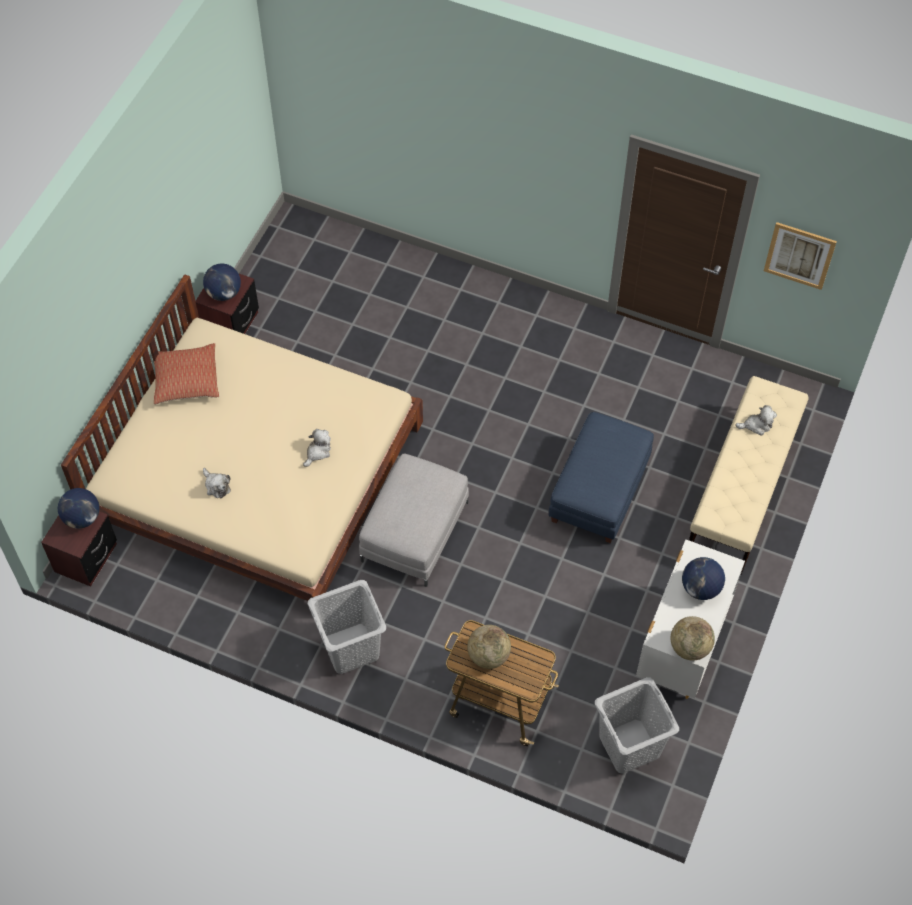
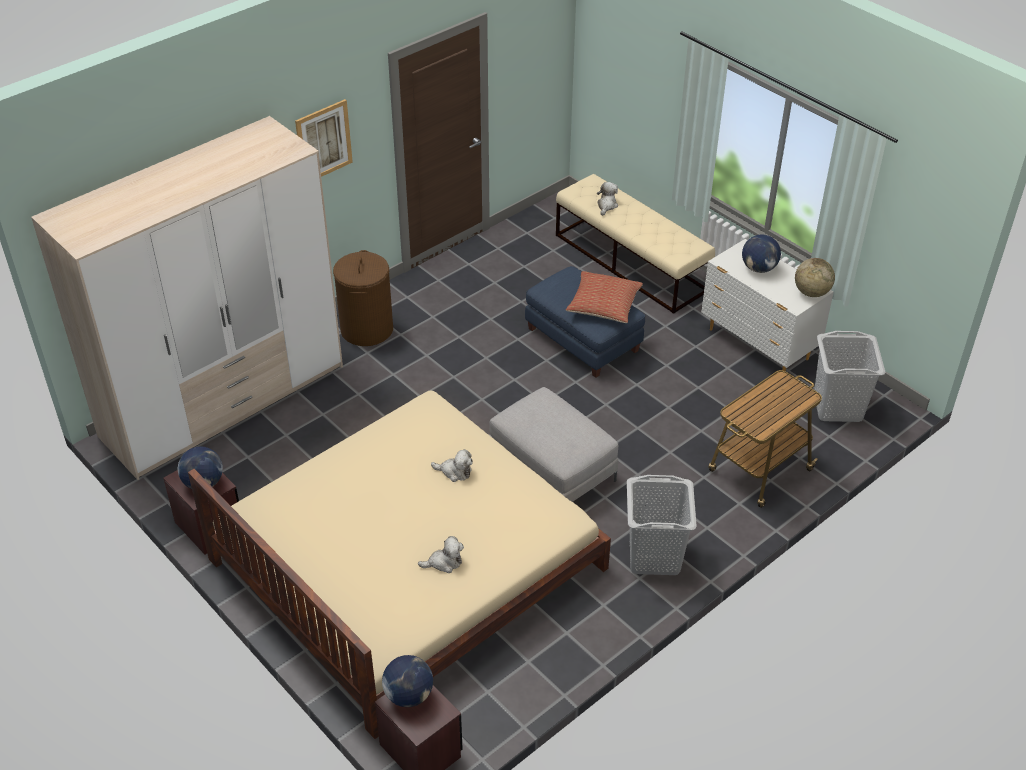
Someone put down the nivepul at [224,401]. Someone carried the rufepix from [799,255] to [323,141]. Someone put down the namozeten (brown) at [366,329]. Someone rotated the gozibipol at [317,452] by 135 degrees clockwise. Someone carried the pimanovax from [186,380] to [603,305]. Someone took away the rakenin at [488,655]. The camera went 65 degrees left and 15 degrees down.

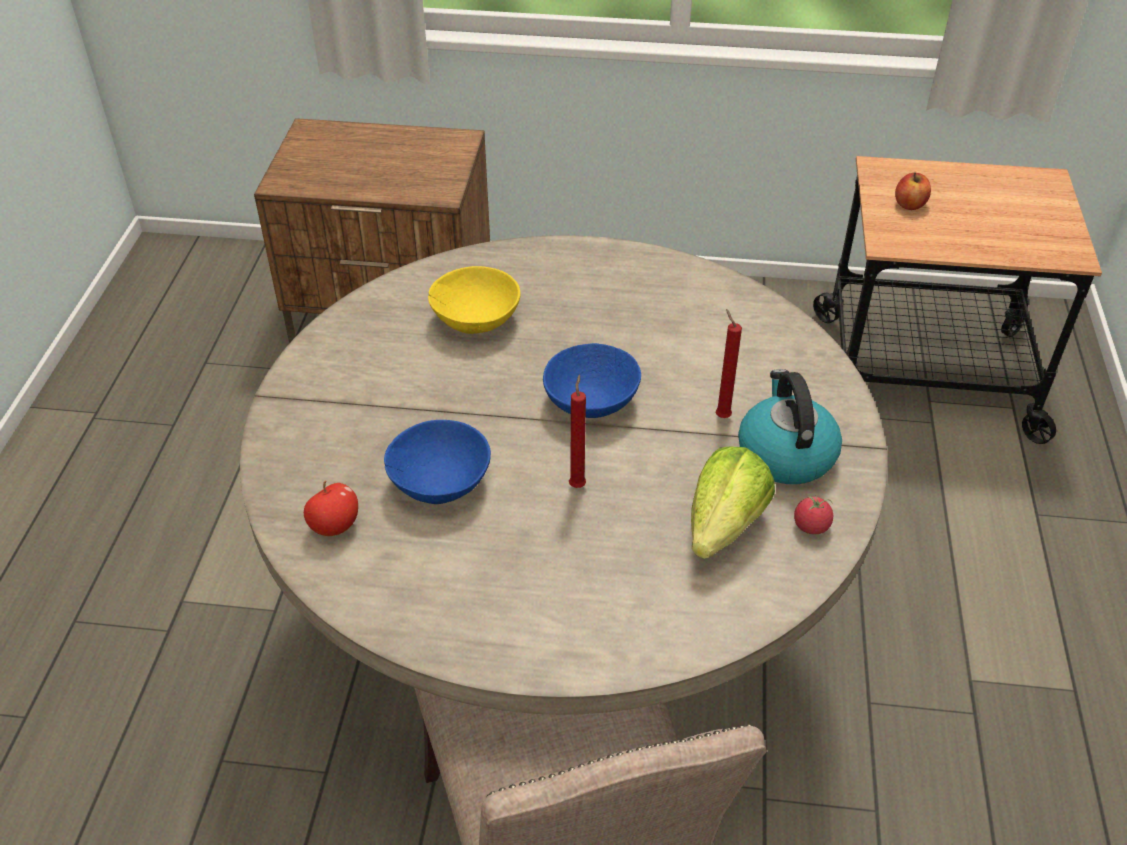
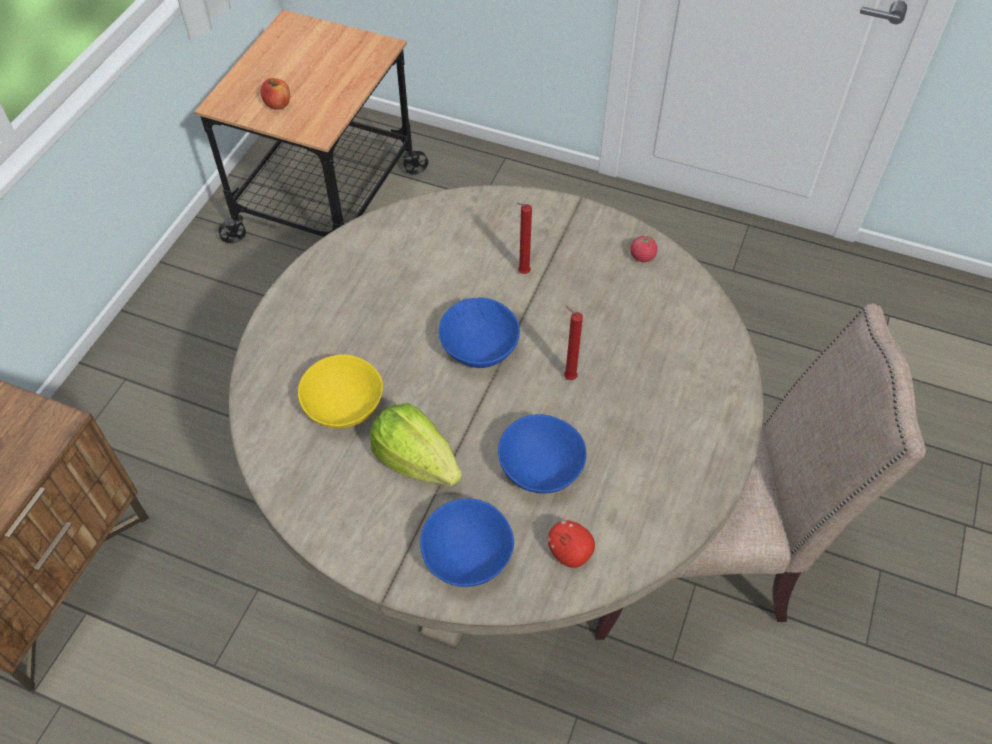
Someone carried the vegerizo from [724,525] to [416,460]. Someone put down the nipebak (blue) at [466,556]. Someone took away the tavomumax at [785,453]. The camera went 75 degrees left and 10 degrees up.

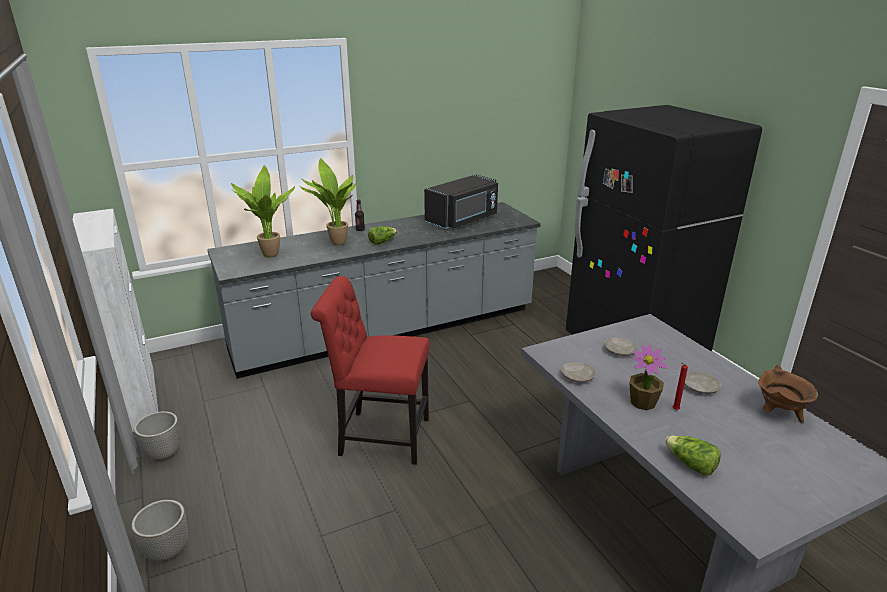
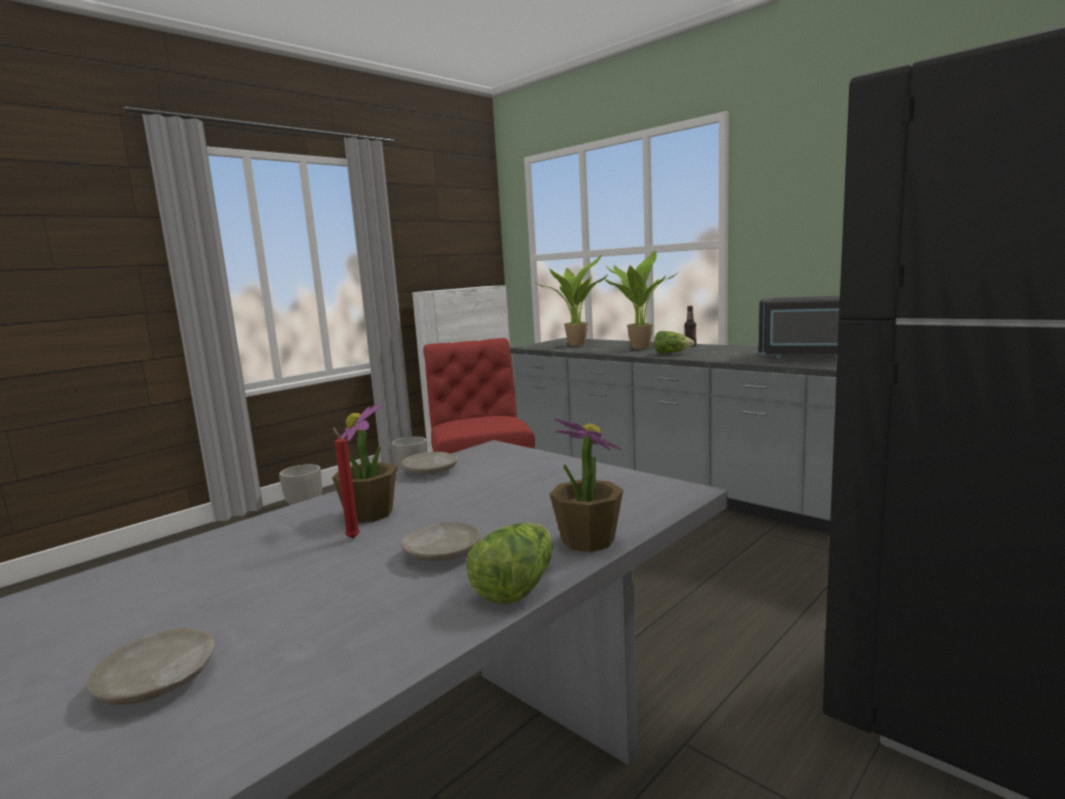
Someone carried the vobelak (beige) from [620,351] to [157,682]. Someone carried the vegerizo from [690,465] to [516,585]. Someone put down the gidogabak at [587,540]. Someone took away the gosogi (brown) at [779,414]. The camera went 70 degrees right and 15 degrees down.

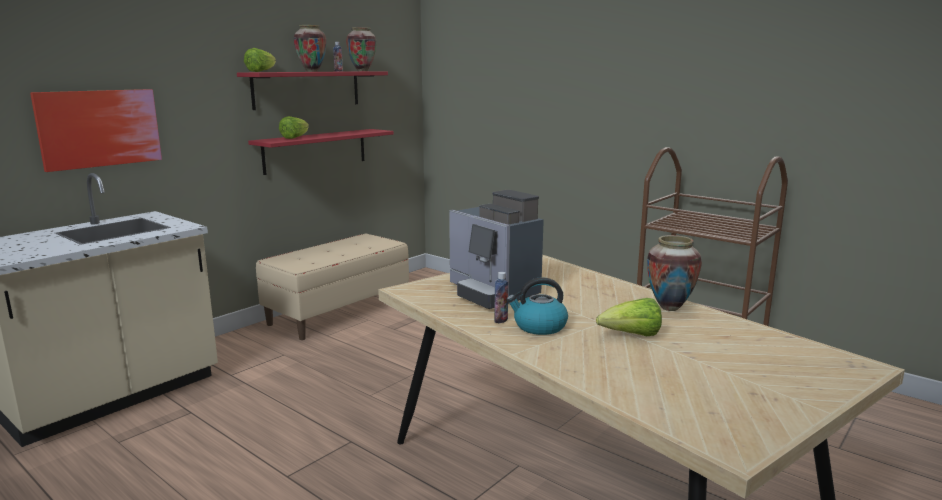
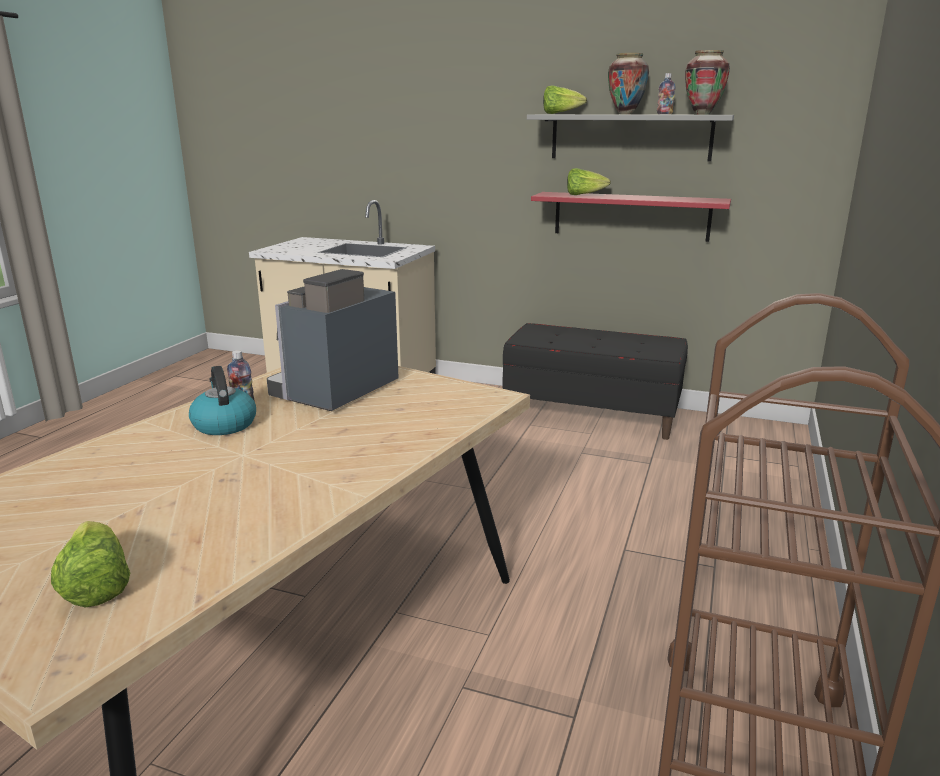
Someone carried the vegerizo from [631,336] to [96,586]. Someone repainted the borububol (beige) at [338,312], which became the borububol (black) at [592,414]. Someone repainted the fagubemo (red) at [307,89], which became the fagubemo (grey) at [630,137]. Someone took away the rufepix at [99,128]. Someone took away the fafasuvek at [669,308]. The camera went 70 degrees right and 5 degrees up.

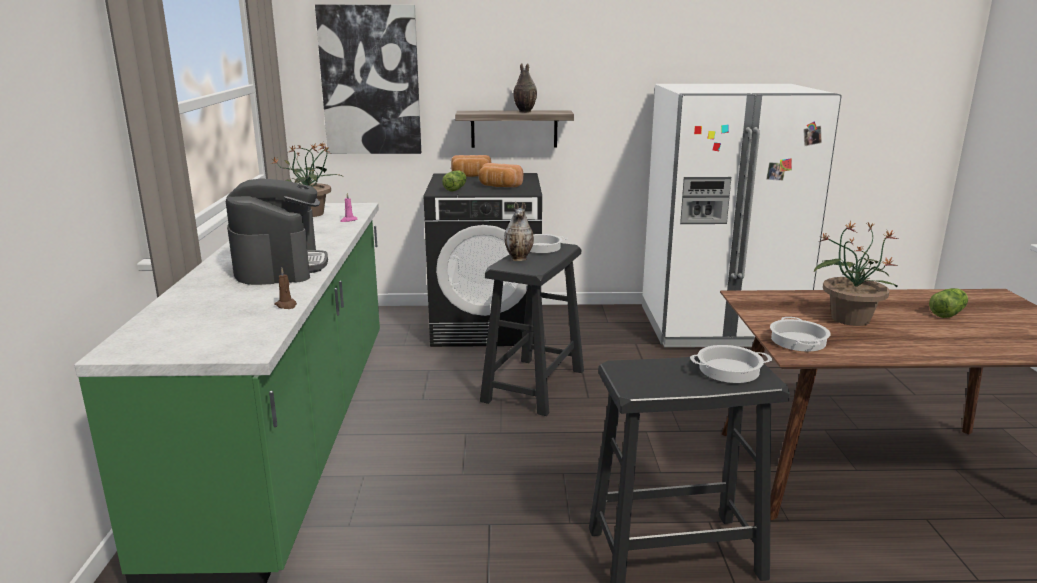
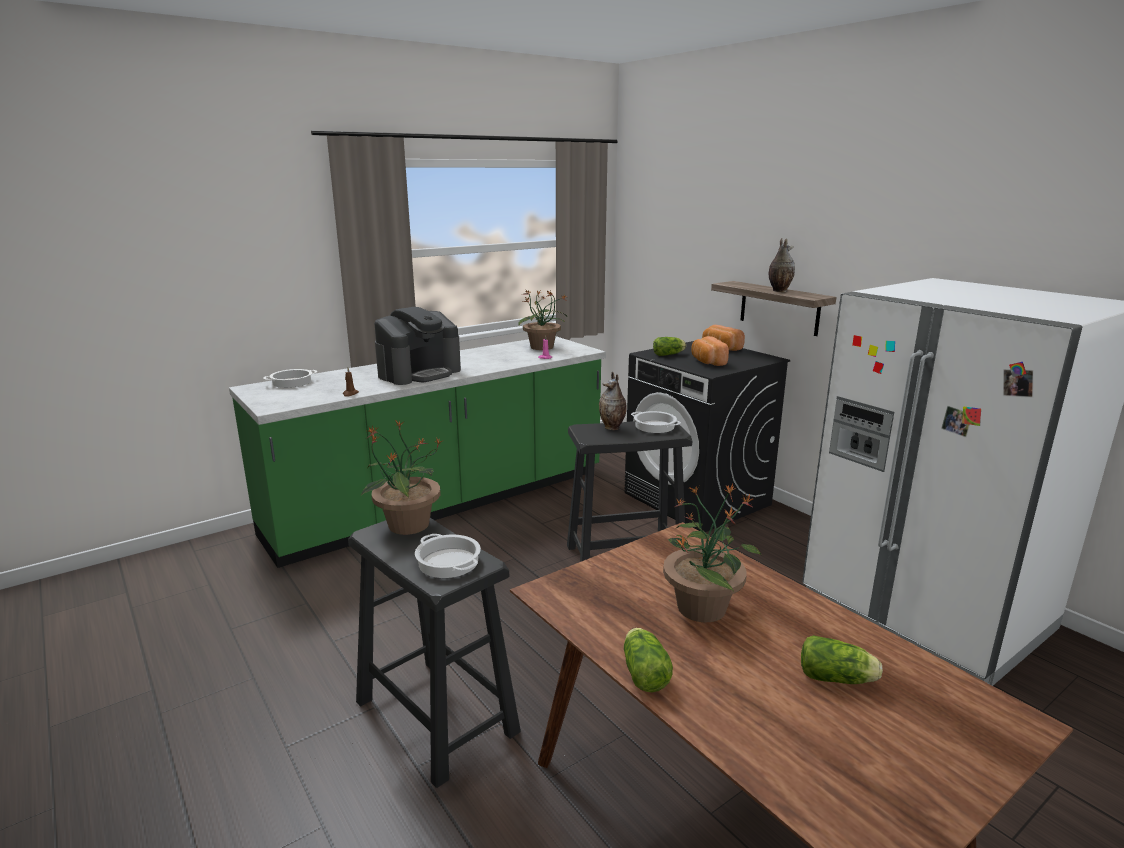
Someone carried the gosogi from [797,341] to [292,382]. Someone put down the gidogabak at [407,525]. Someone put down the vegerizo at [644,672]. Someone took away the rufepix at [370,81]. The camera went 55 degrees right and 0 degrees up.

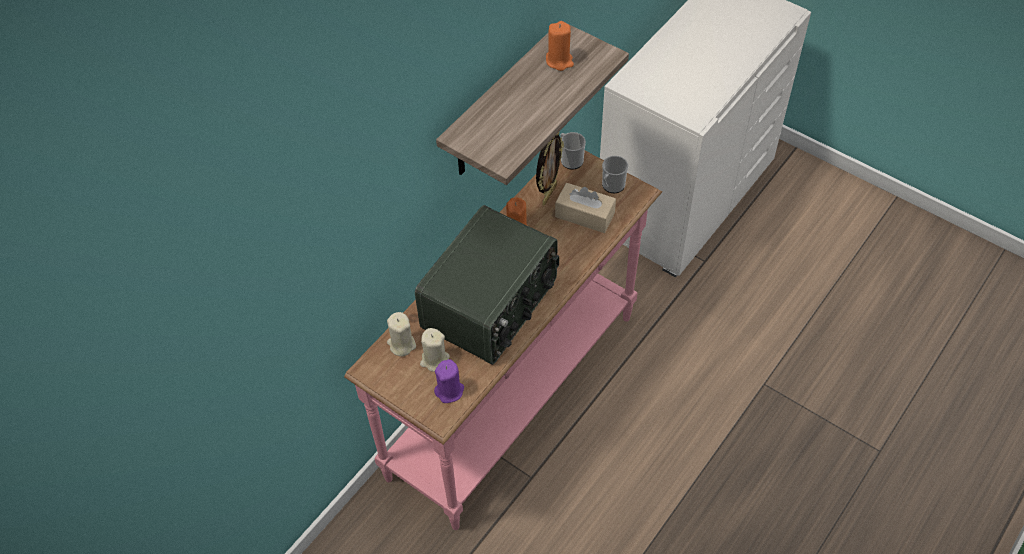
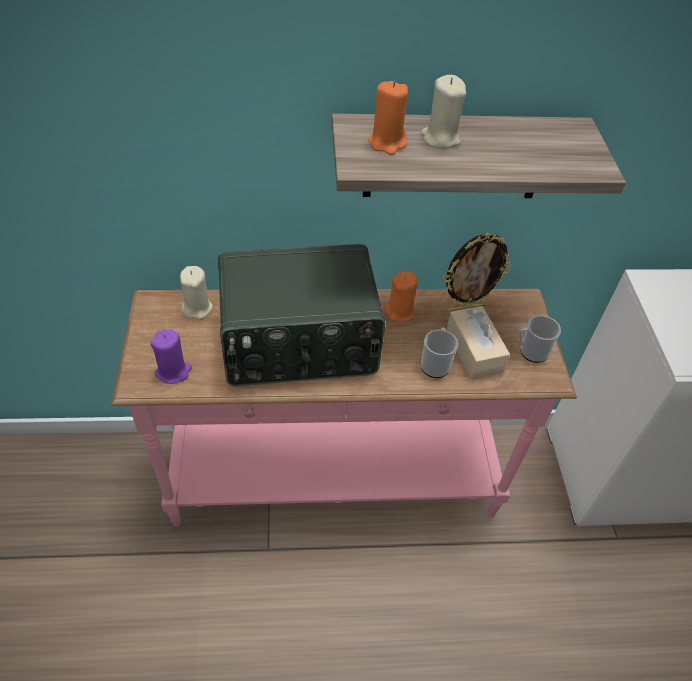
Someone carried the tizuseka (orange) from [559,61] to [387,143]. Someone carried the tizuseka (beige) from [434,360] to [440,138]. Someone carried the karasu from [570,159] to [435,363]. The camera went 45 degrees right and 5 degrees down.

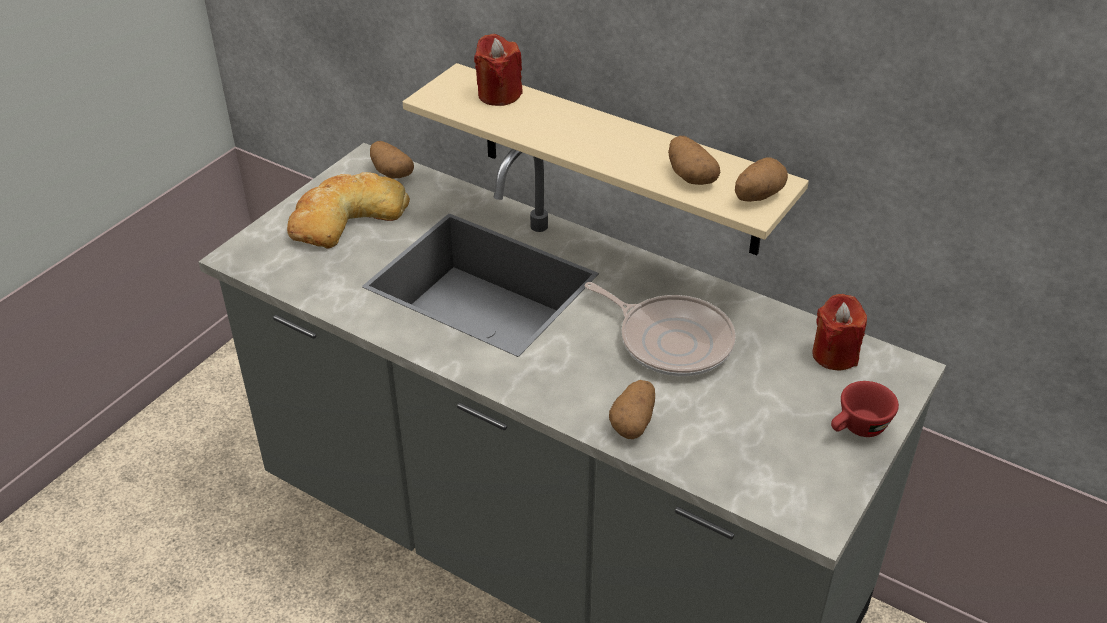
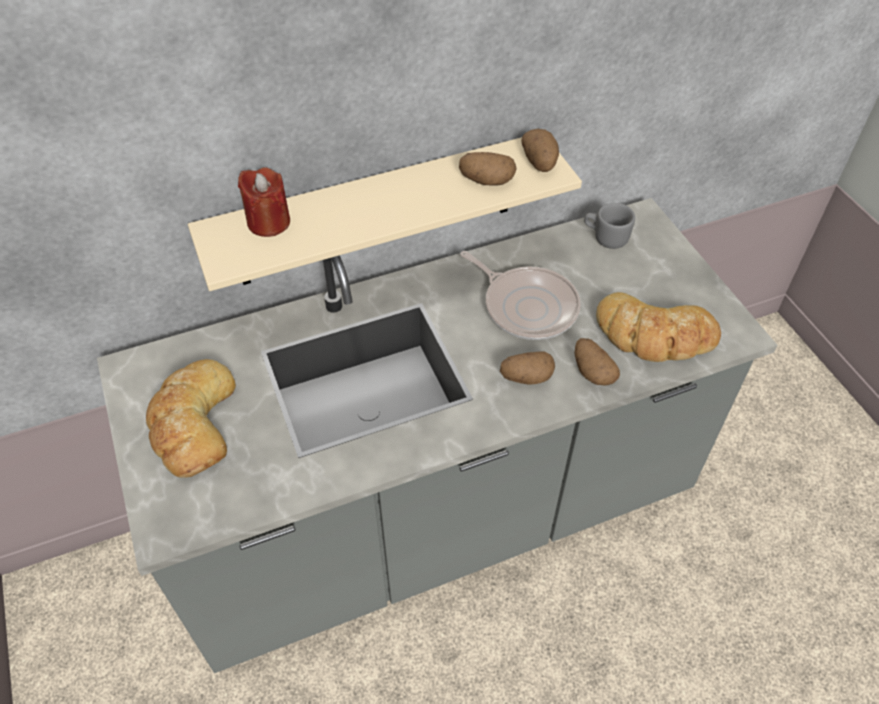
Someone rotated the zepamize at [671,340] by 60 degrees clockwise. Someone carried the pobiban from [390,172] to [526,377]. Someone swapped the tizuseka (red) at [835,355] for the karasu (grey) at [605,237]. Someone put down the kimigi at [654,335]. Someone took away the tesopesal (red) at [857,429]. The camera went 55 degrees left and 10 degrees up.

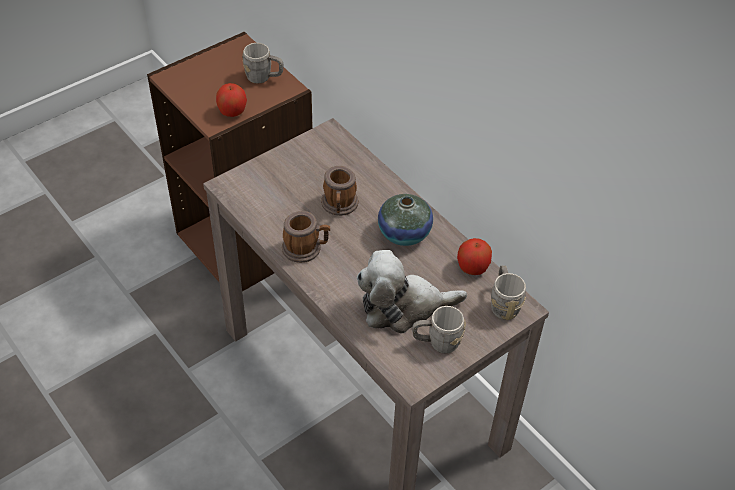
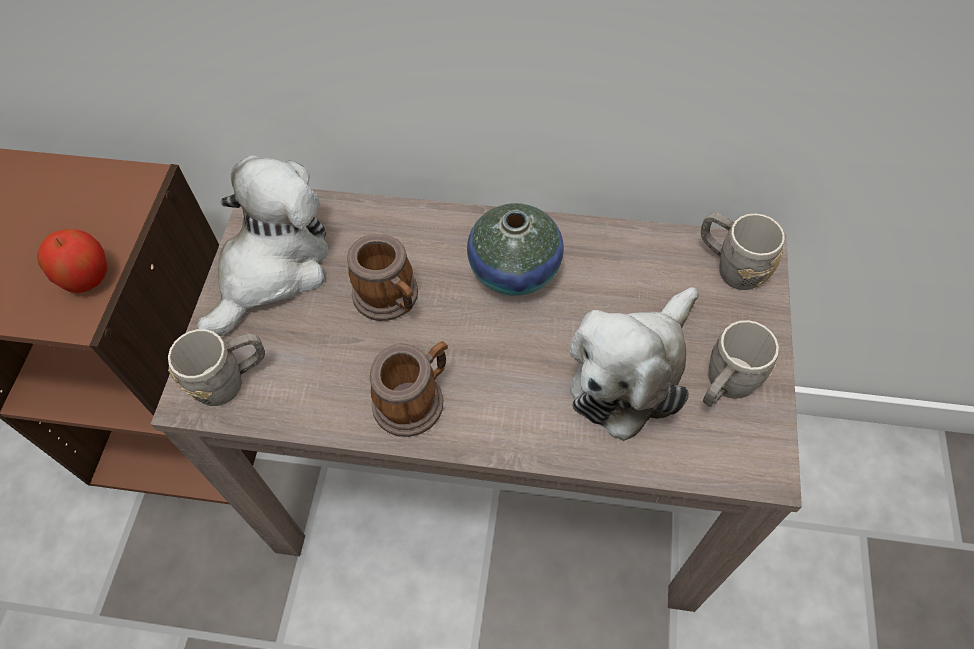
Someone carried the karasu (grey) from [264,77] to [230,380]. Someone put down the gozibipol at [273,269]. Someone took away the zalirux at [472,268]. The camera went 40 degrees left and 10 degrees up.

